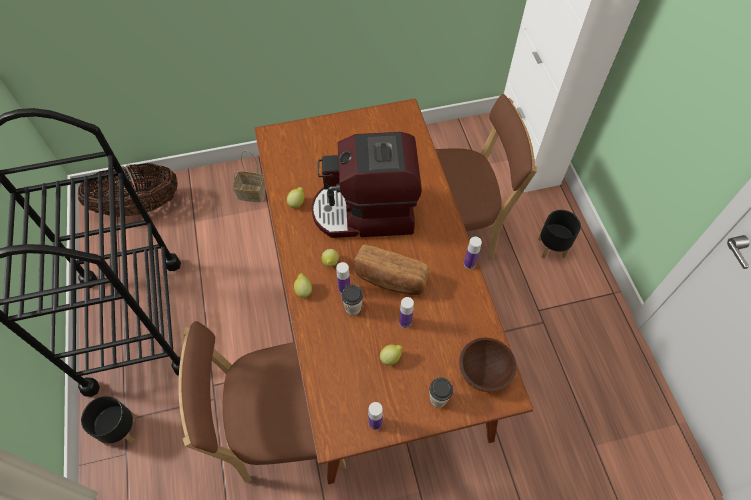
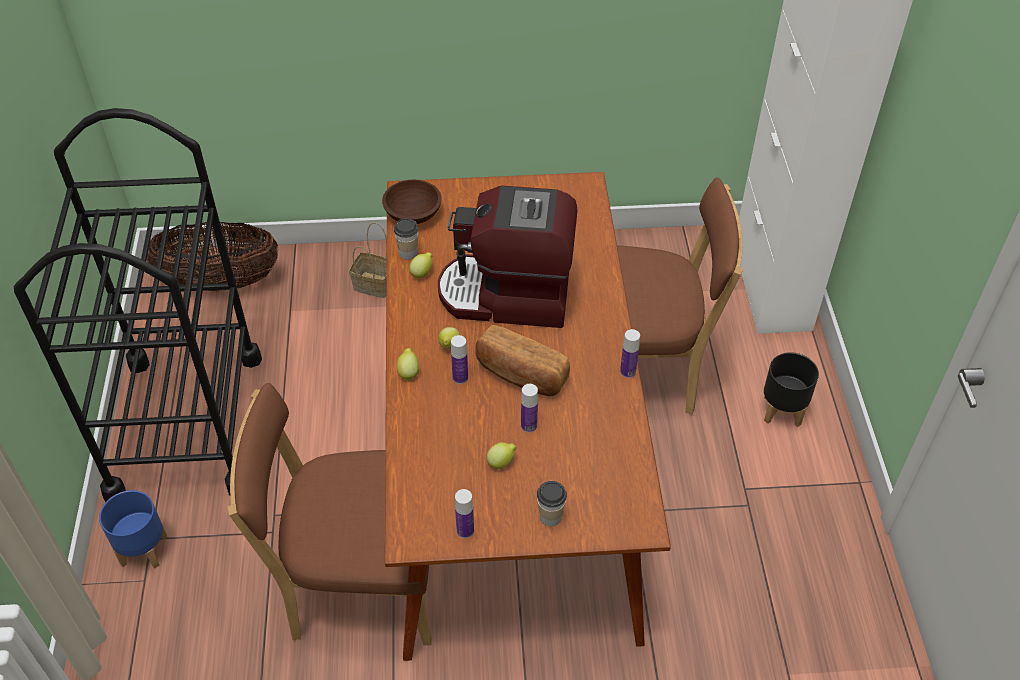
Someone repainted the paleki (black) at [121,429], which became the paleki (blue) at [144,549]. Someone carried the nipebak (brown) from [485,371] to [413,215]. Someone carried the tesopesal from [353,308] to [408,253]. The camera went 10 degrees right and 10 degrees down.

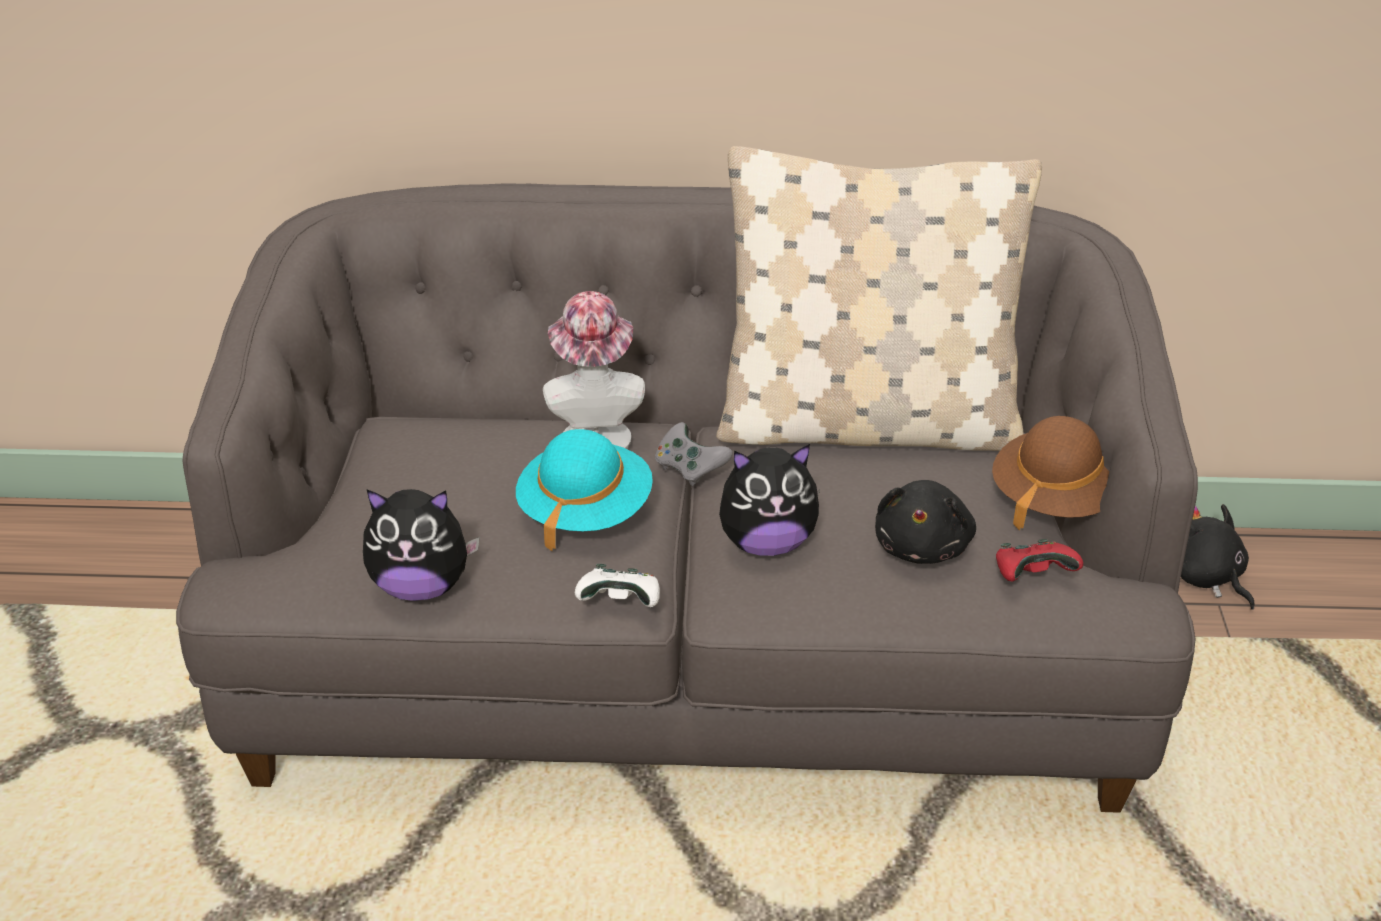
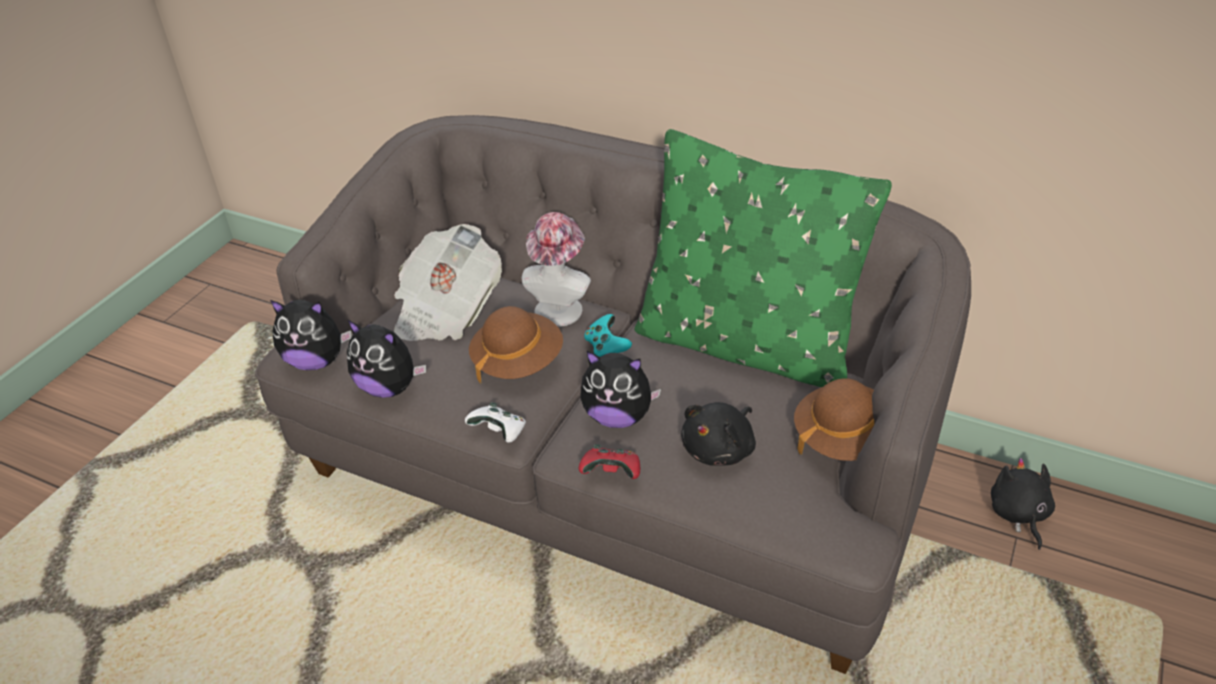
Someone put down the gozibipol at [316,361]. Someone put down the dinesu at [446,310]. Someone repainted the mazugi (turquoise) at [585,512], which became the mazugi (brown) at [517,362]. Someone carried the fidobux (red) from [1032,577] to [612,473]. Someone repainted the fidobux (grey) at [689,469], which became the fidobux (turquoise) at [606,348]. Someone repainted the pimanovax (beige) at [867,425], which became the pimanovax (green) at [745,345]. The camera went 25 degrees right and 5 degrees up.

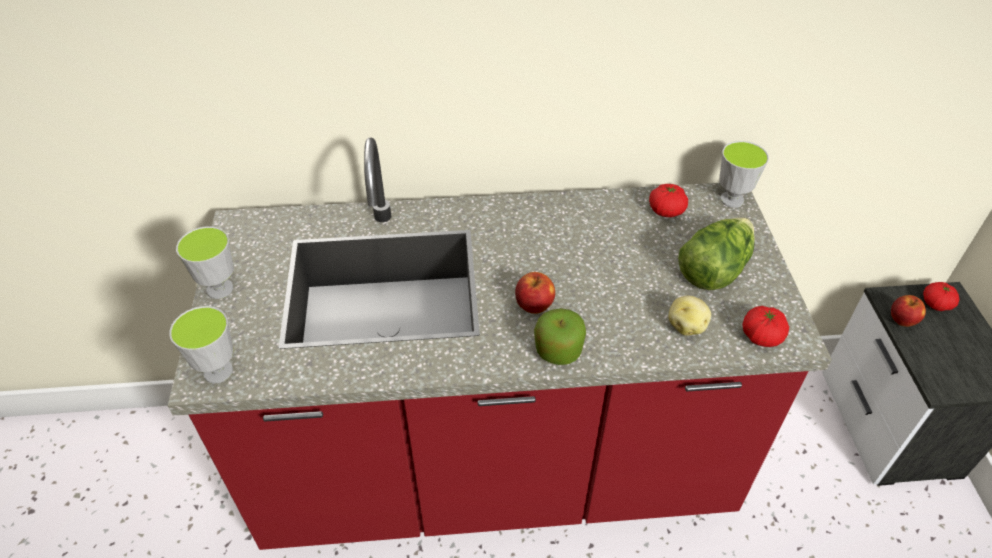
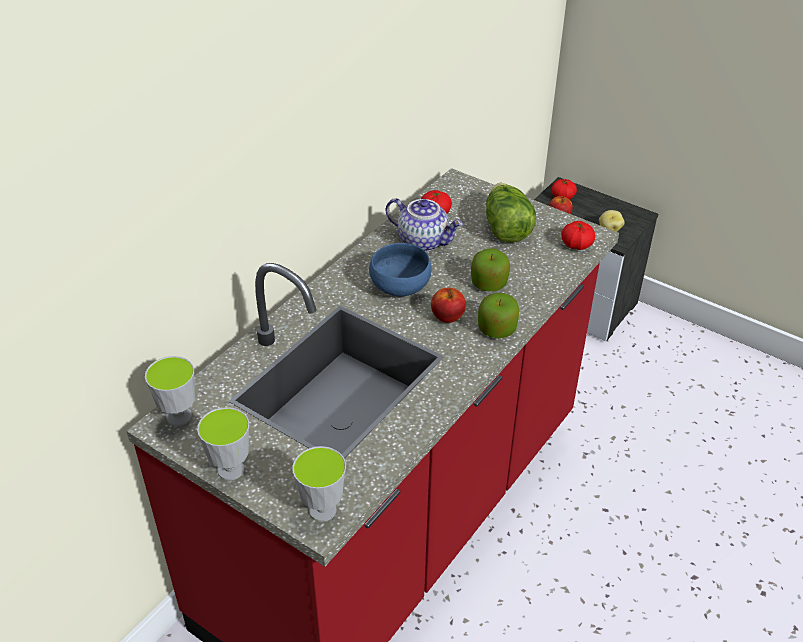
Someone carried the tesopesal from [732,200] to [179,416]. Someone put down the nipebak (blue) at [400,288]. Someone put down the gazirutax at [424,241]. Someone put down the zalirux at [489,284]. Someone carried the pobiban from [686,326] to [609,229]. The camera went 50 degrees left and 5 degrees down.

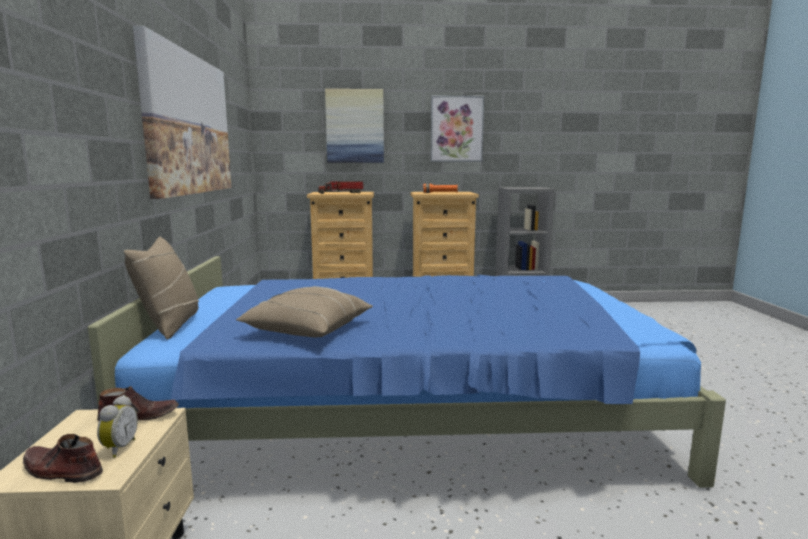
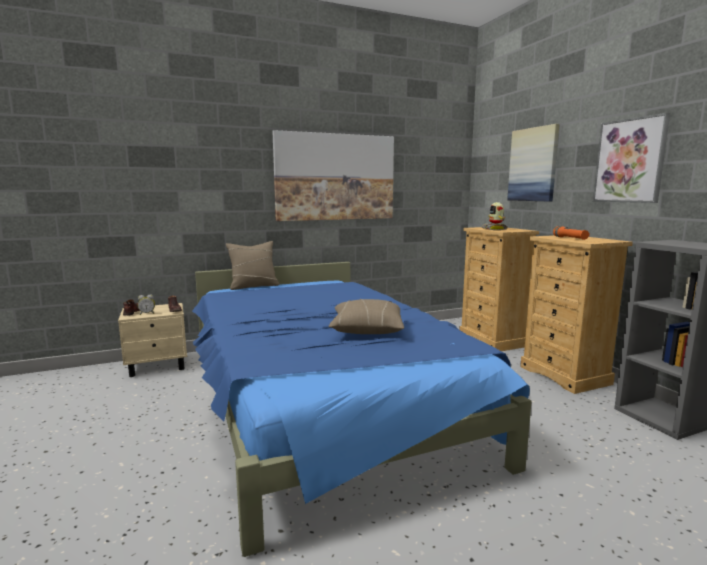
Someone carried the pimanovax (beige) from [307,330] to [366,330]. Someone swapped the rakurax at [342,193] for the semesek at [494,229]. The camera went 70 degrees right and 0 degrees up.

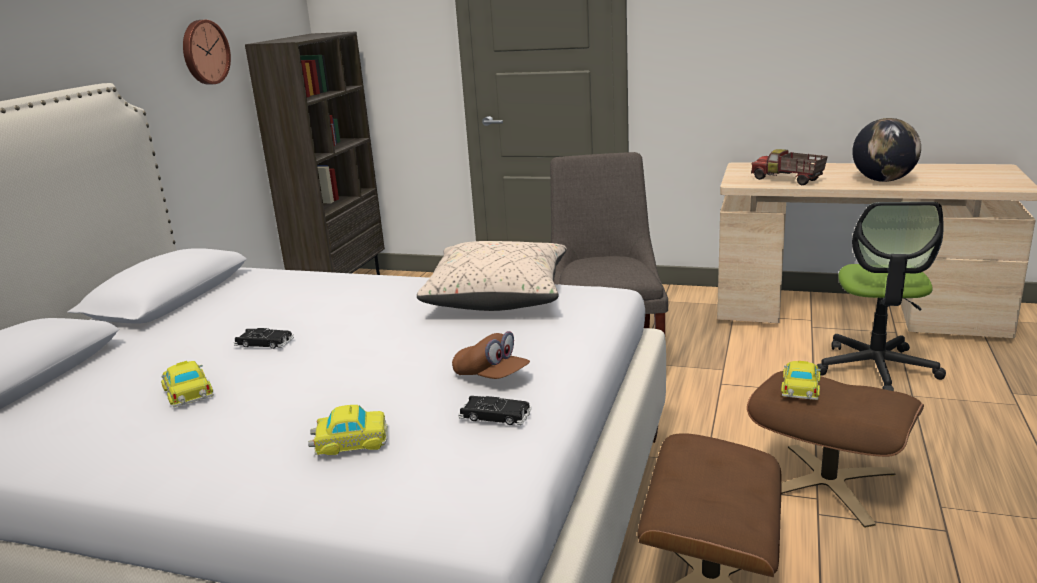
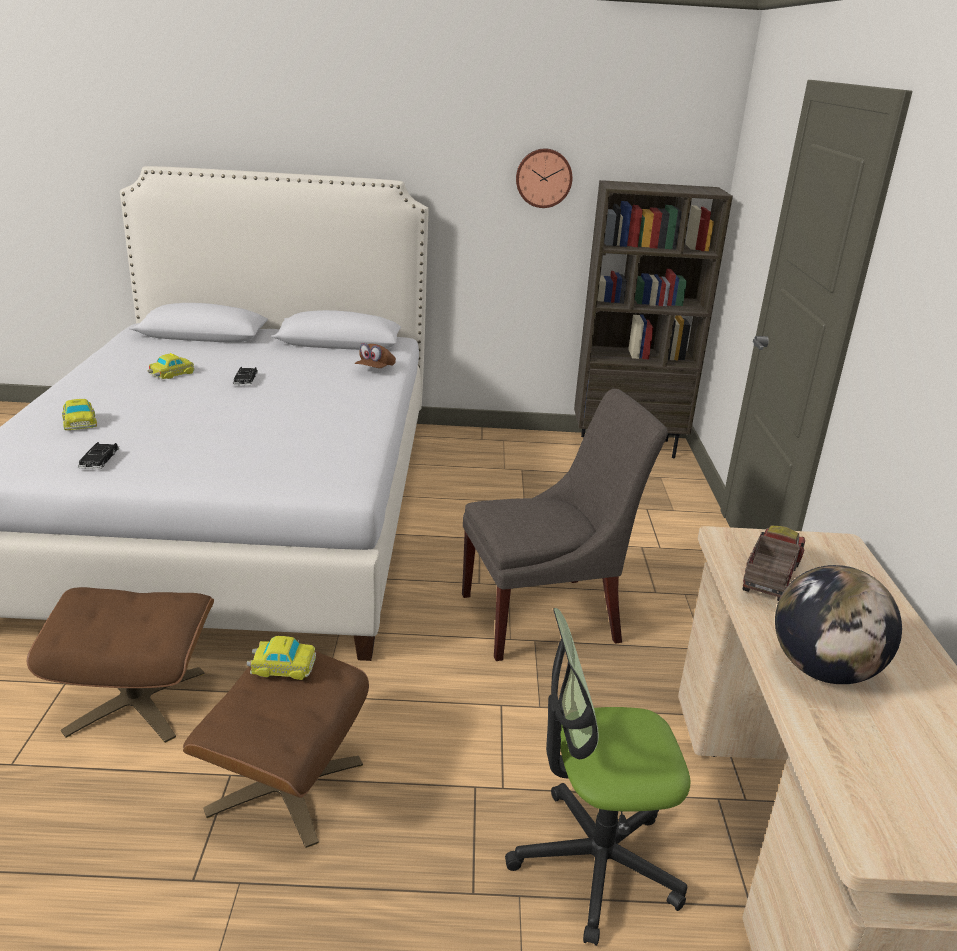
Someone carried the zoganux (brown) from [491,376] to [375,369]. Someone took away the pimanovax (beige) at [498,297]. The camera went 70 degrees right and 5 degrees up.

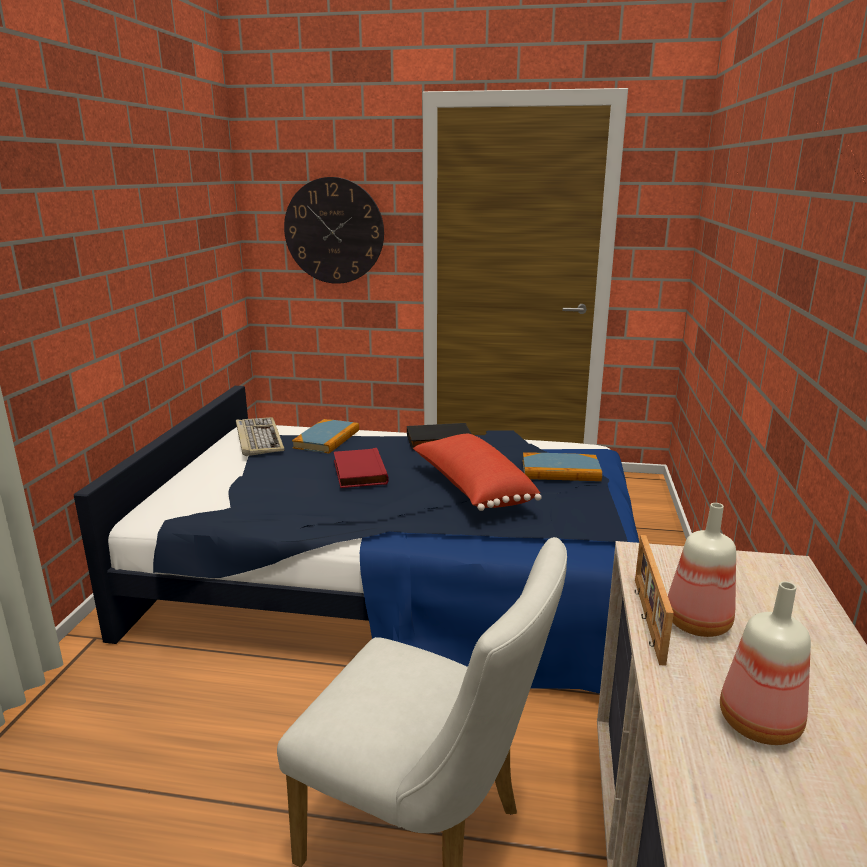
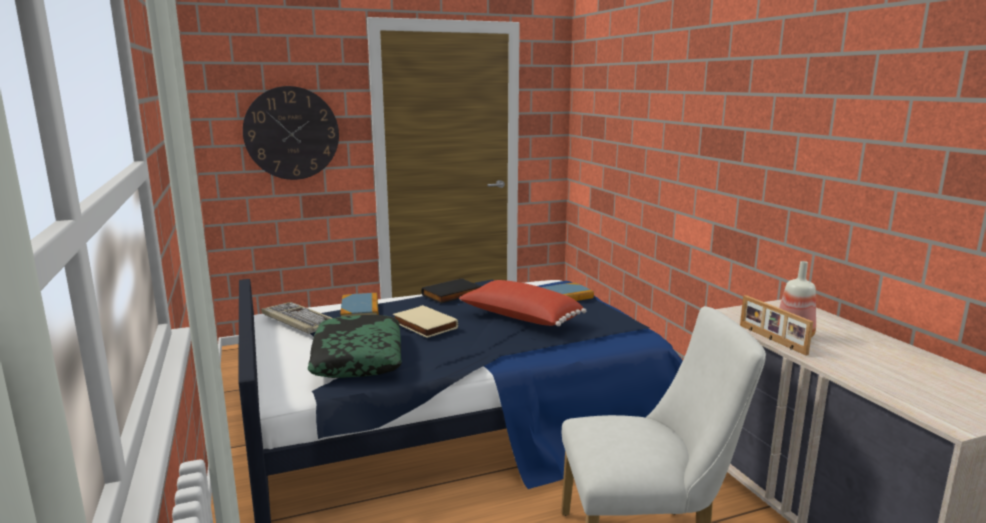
Someone put down the pimanovax at [357,358]. Someone repainted the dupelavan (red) at [358,472], which became the dupelavan (beige) at [423,325]. Someone took away the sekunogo at [760,725]. The camera went 30 degrees left and 5 degrees down.

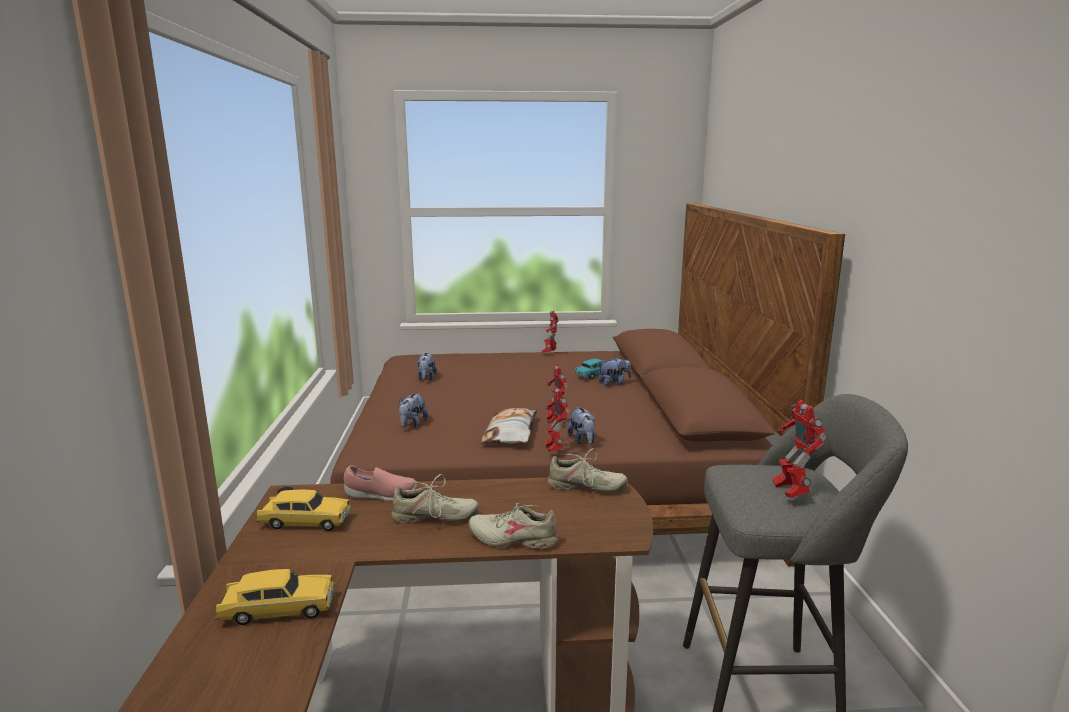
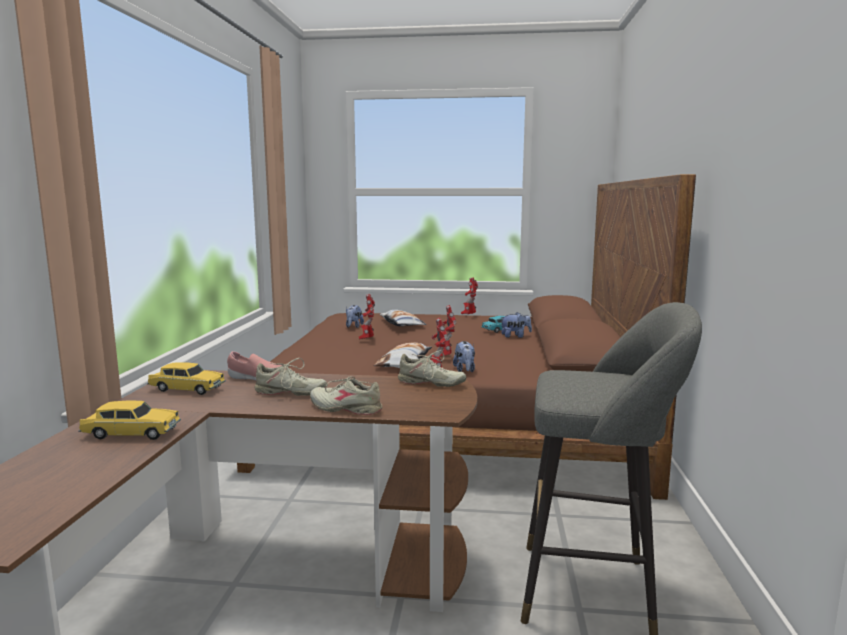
Someone carried the semesek from [790,492] to [367,340]. Someone put down the pimanovax at [402,324]. Someone took away the gozibipol at [412,424]. The camera went 10 degrees right and 5 degrees down.

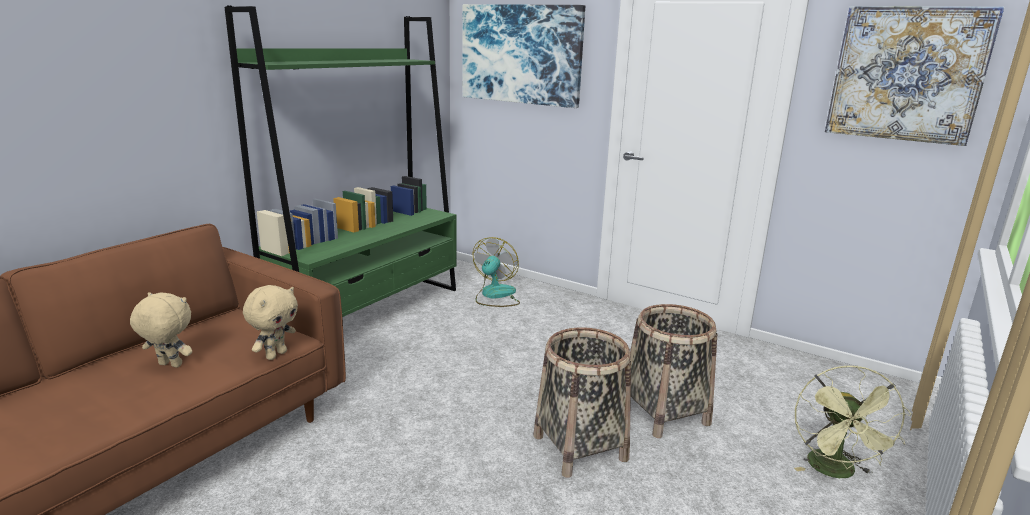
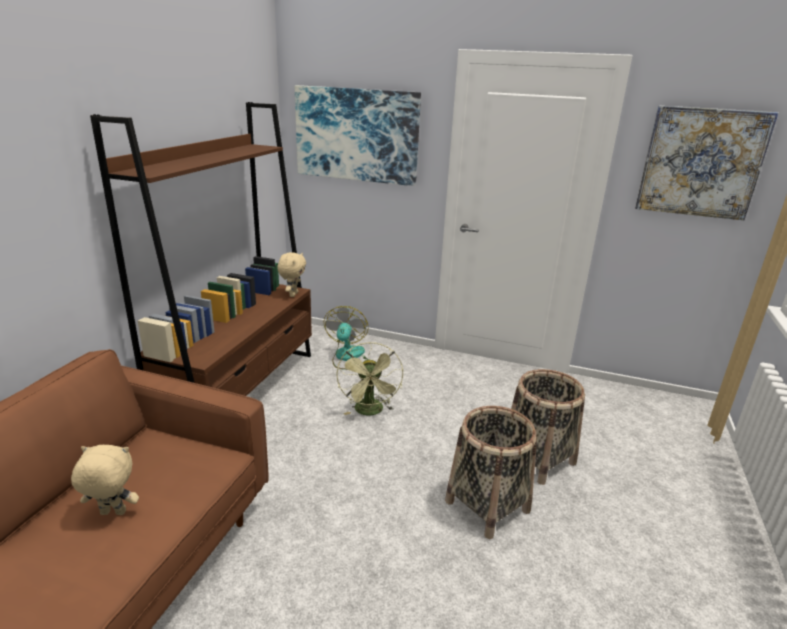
Someone repainted the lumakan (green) at [370,313], which became the lumakan (brown) at [242,392]. Someone carried the gozibipol (beige) from [276,355] to [293,294]. Someone carried the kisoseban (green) from [835,472] to [370,412]. The camera went 15 degrees left and 5 degrees up.

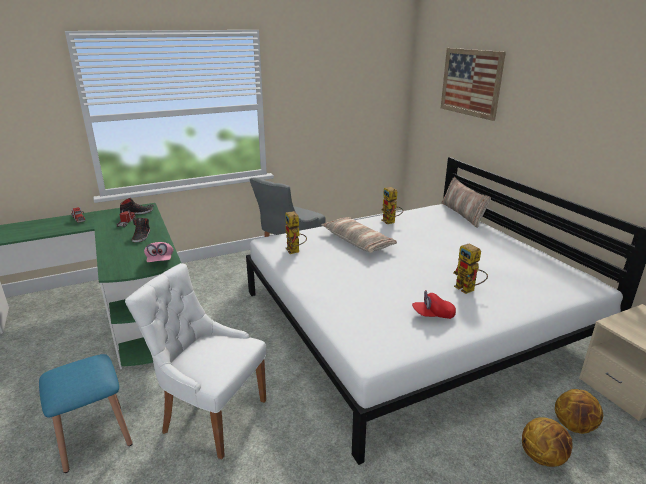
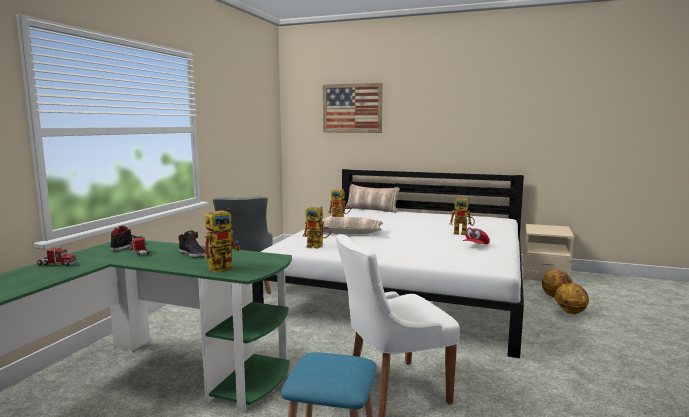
Someone put down the semesek at [224,267]. Someone took away the zoganux (pink) at [160,261]. The camera went 45 degrees left and 15 degrees down.

